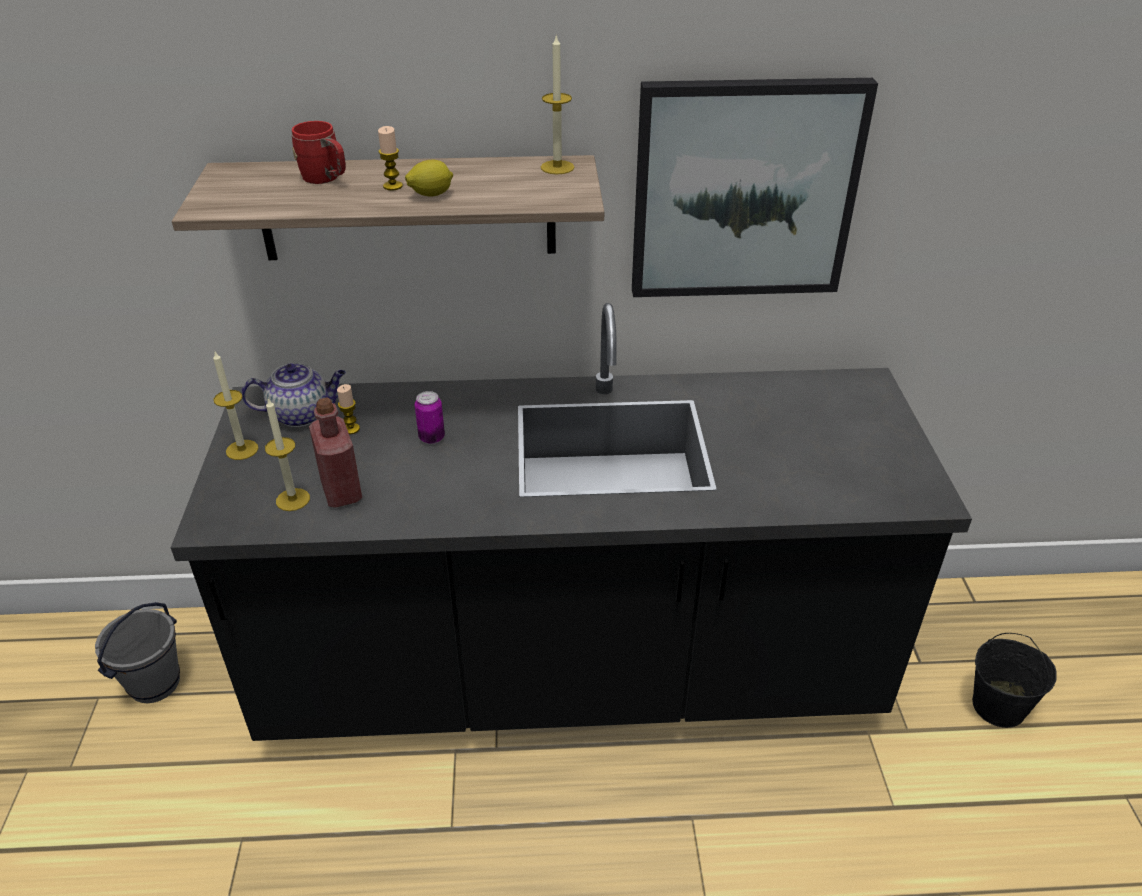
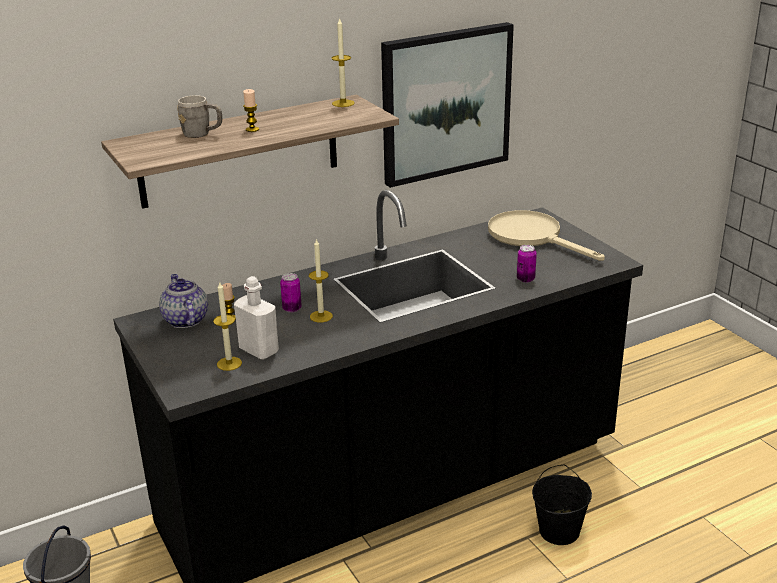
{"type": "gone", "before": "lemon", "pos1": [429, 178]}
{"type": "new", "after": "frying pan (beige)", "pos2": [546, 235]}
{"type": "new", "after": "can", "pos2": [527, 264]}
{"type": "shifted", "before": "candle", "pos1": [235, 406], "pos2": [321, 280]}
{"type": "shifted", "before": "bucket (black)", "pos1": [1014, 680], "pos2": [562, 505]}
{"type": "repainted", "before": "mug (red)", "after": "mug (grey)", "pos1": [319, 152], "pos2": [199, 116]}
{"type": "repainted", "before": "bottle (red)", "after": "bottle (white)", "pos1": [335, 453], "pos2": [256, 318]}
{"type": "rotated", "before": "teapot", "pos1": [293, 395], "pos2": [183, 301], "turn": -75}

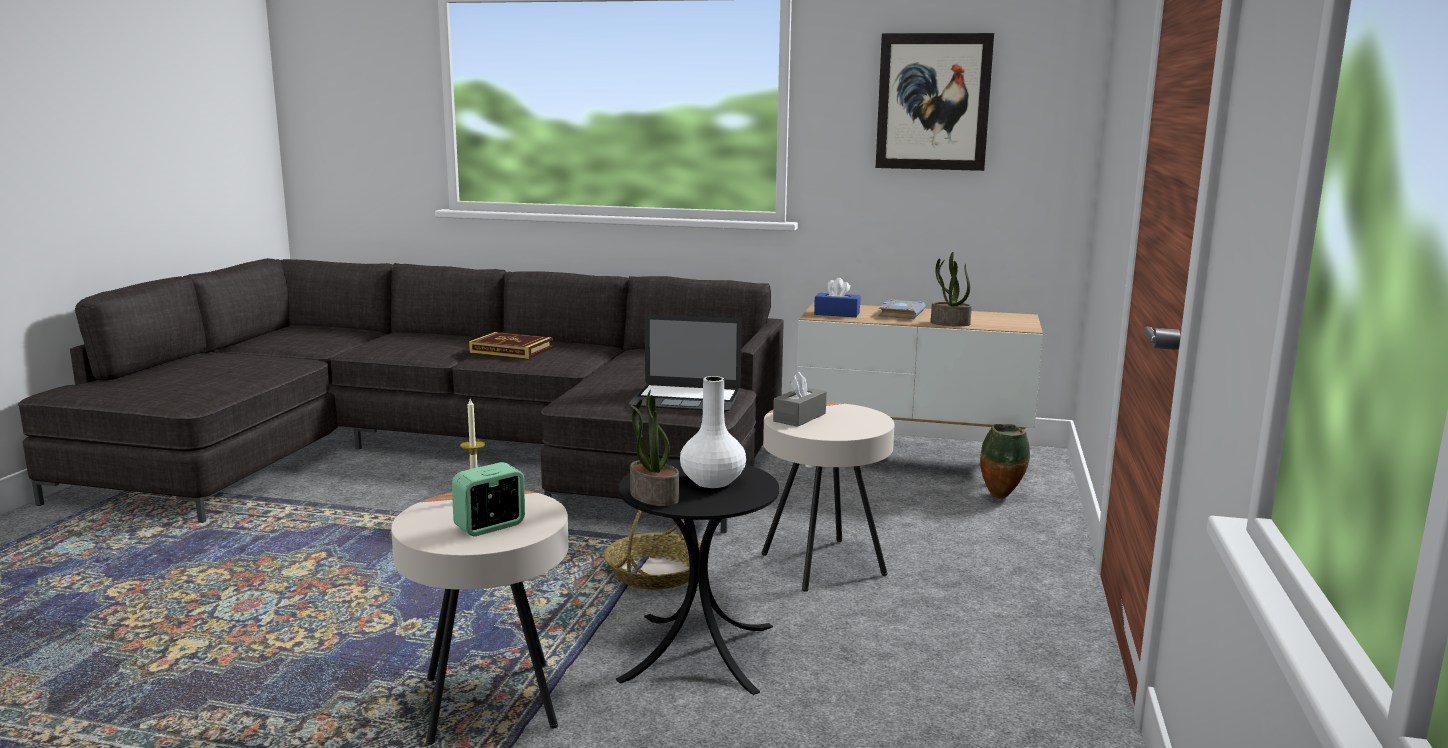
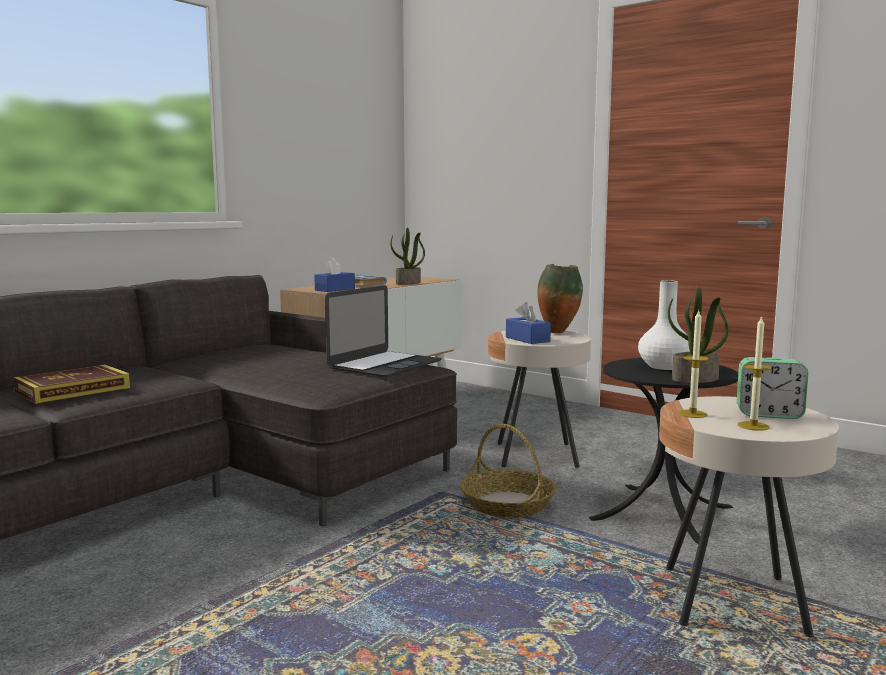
{"type": "gone", "before": "picture", "pos1": [935, 102]}
{"type": "new", "after": "candle", "pos2": [755, 373]}
{"type": "shifted", "before": "vase", "pos1": [1005, 461], "pos2": [560, 298]}
{"type": "repainted", "before": "tissue box (grey)", "after": "tissue box (blue)", "pos1": [800, 399], "pos2": [528, 323]}
{"type": "rotated", "before": "alarm clock", "pos1": [488, 499], "pos2": [772, 388], "turn": -60}

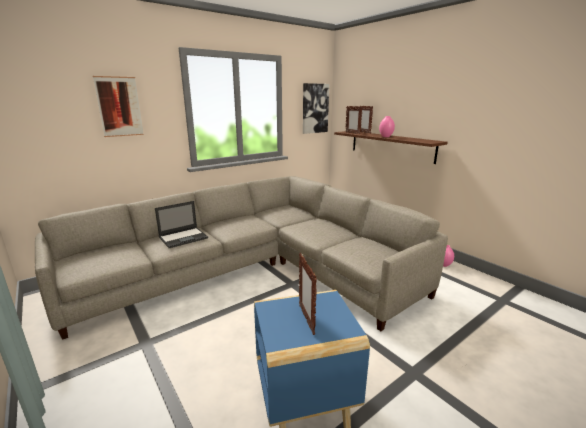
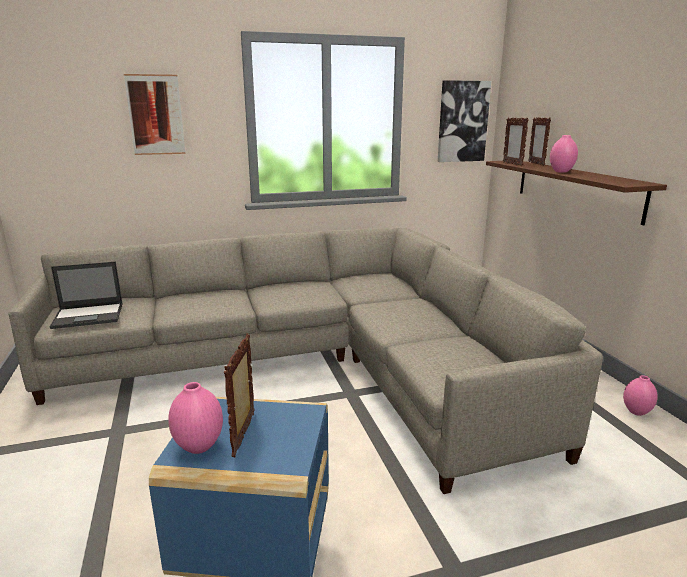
{"type": "new", "after": "vase (pink)", "pos2": [195, 418]}
{"type": "shifted", "before": "laptop", "pos1": [181, 224], "pos2": [86, 295]}

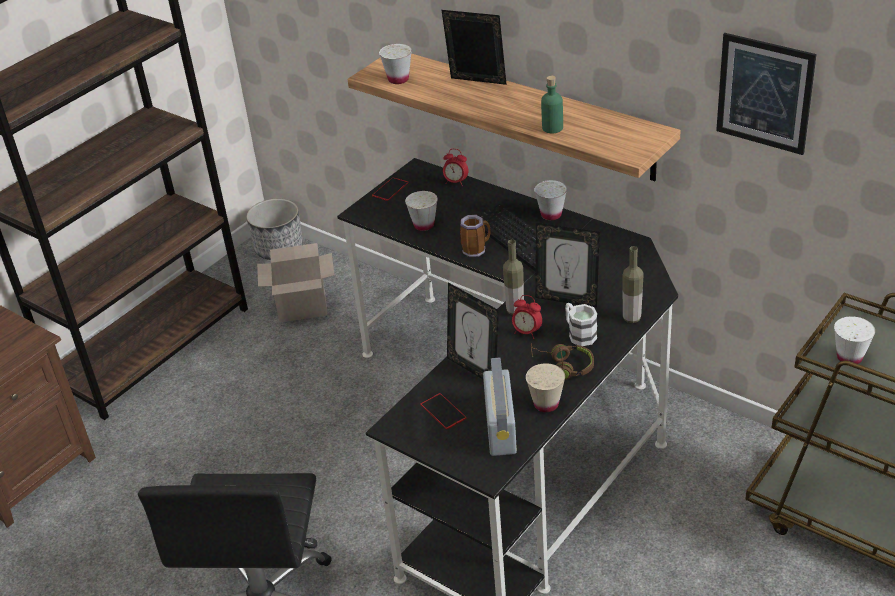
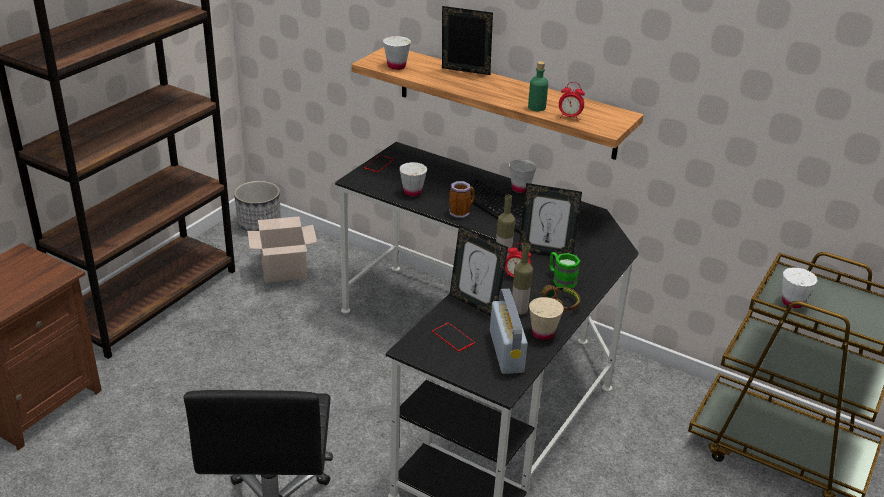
{"type": "gone", "before": "picture", "pos1": [766, 94]}
{"type": "shifted", "before": "alarm clock", "pos1": [455, 167], "pos2": [572, 101]}
{"type": "shifted", "before": "bottle", "pos1": [633, 284], "pos2": [522, 279]}
{"type": "repainted", "before": "mug (white)", "after": "mug (green)", "pos1": [581, 324], "pos2": [565, 270]}

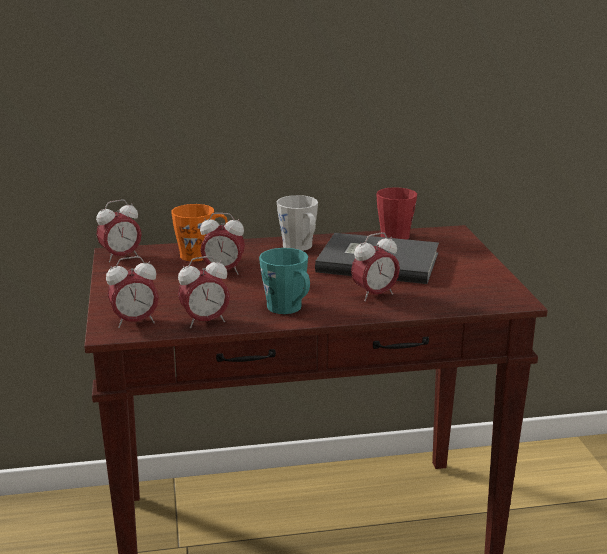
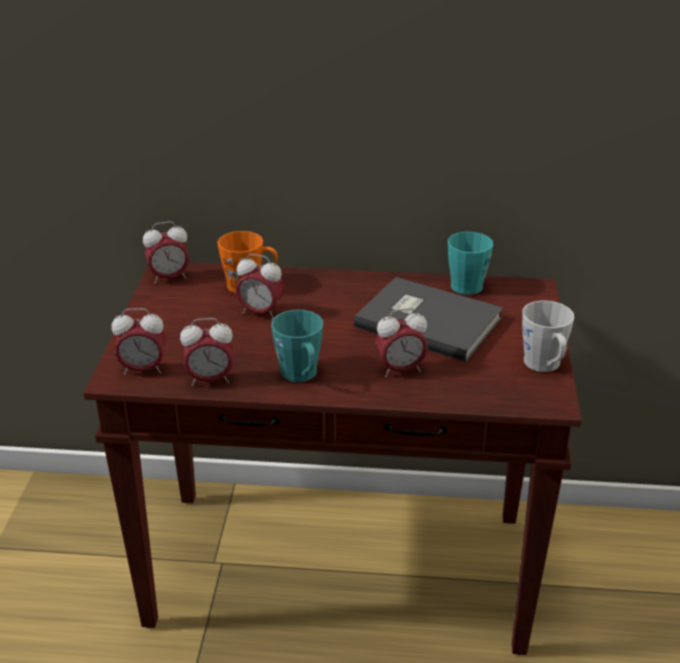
{"type": "shifted", "before": "mug (grey)", "pos1": [297, 223], "pos2": [548, 336]}
{"type": "repainted", "before": "mug (red)", "after": "mug (turquoise)", "pos1": [396, 213], "pos2": [470, 263]}

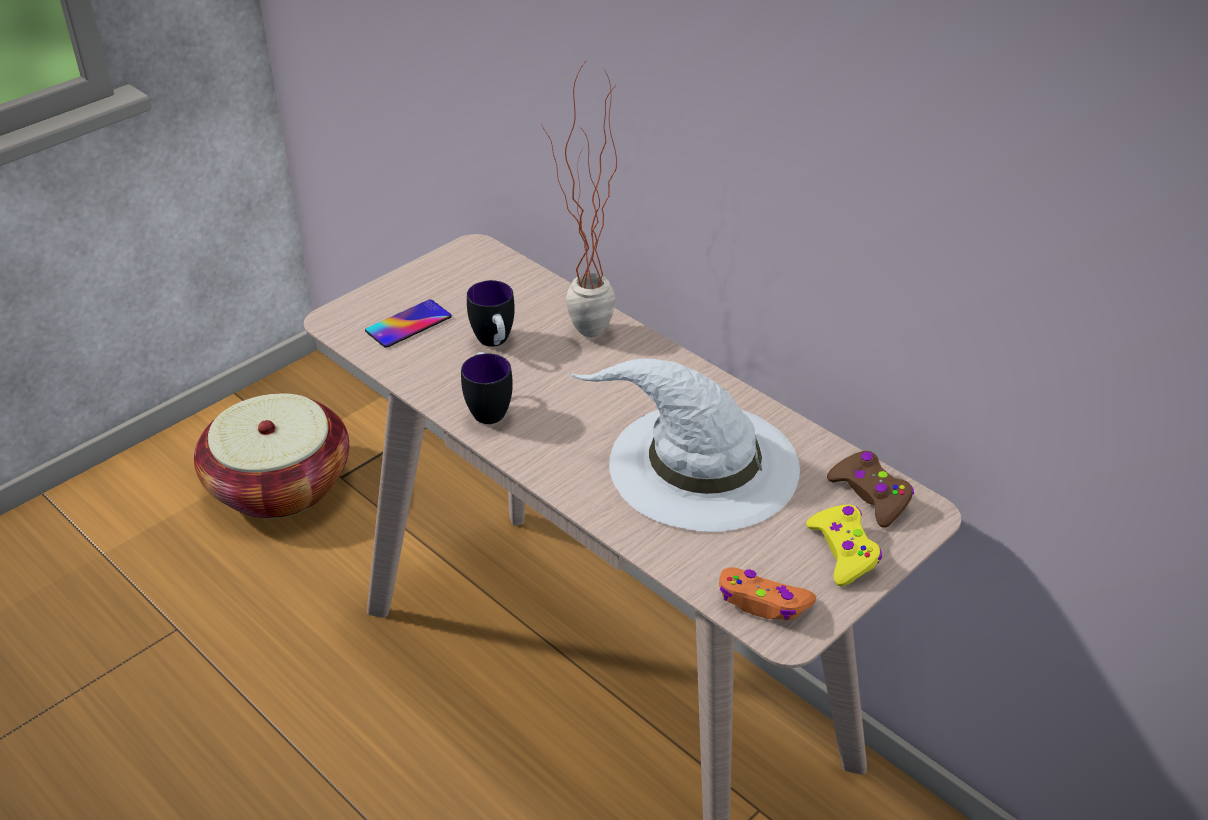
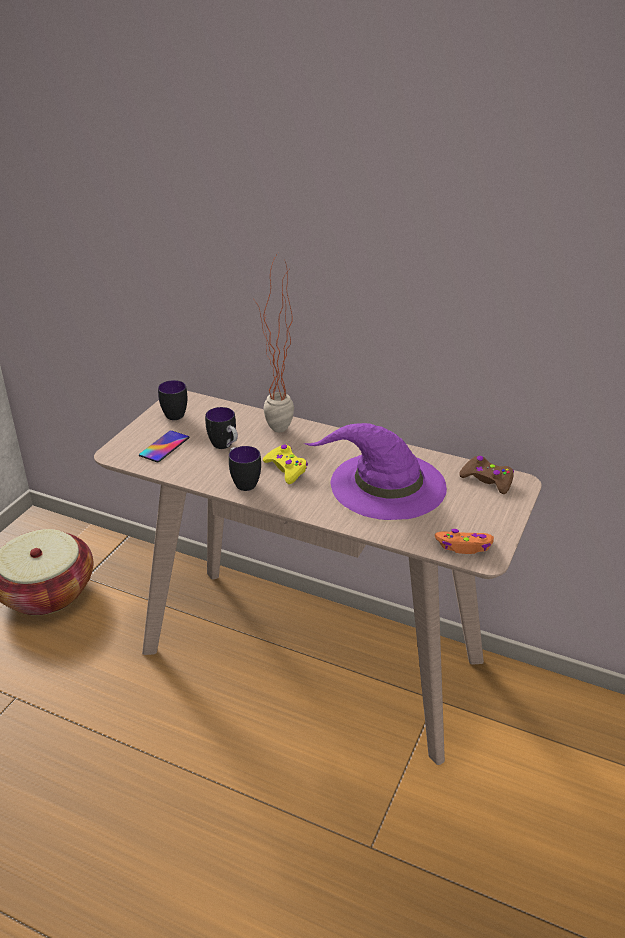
{"type": "new", "after": "mug", "pos2": [172, 400]}
{"type": "shifted", "before": "game controller (yellow)", "pos1": [844, 545], "pos2": [285, 464]}
{"type": "repainted", "before": "hat (white)", "after": "hat (purple)", "pos1": [684, 445], "pos2": [375, 471]}

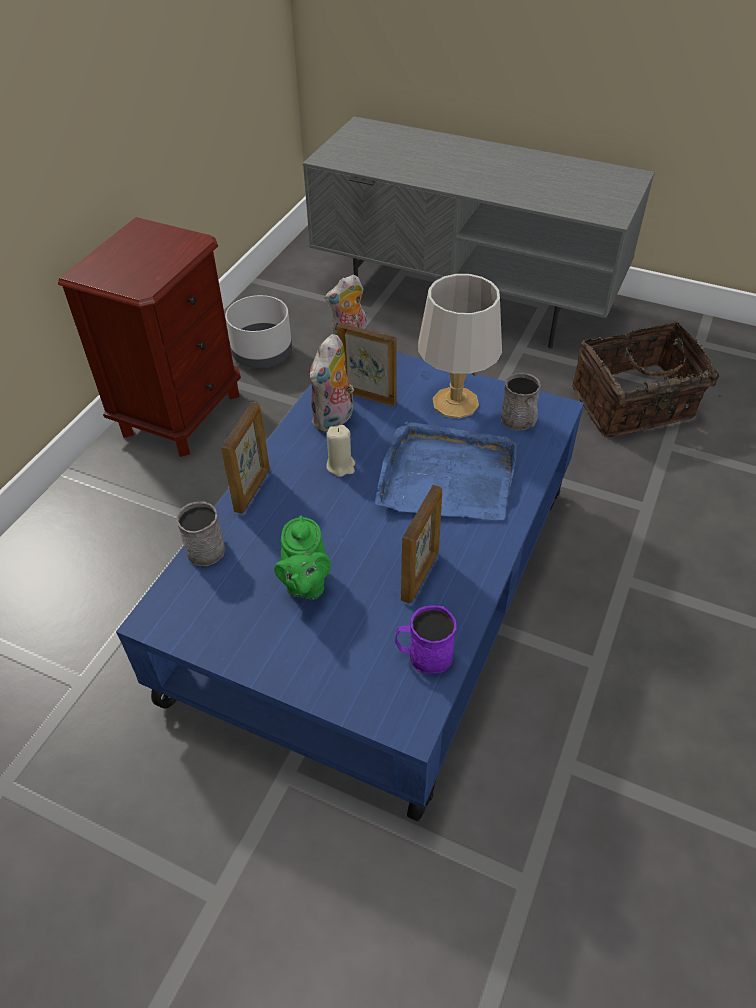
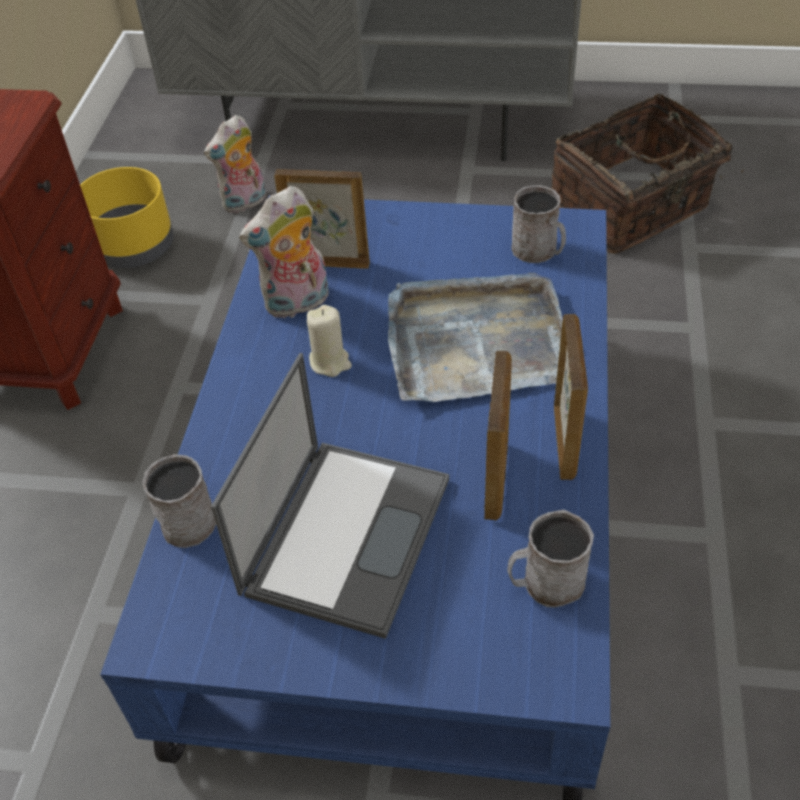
{"type": "gone", "before": "table lamp (grey)", "pos1": [460, 346]}
{"type": "shifted", "before": "picture frame", "pos1": [245, 458], "pos2": [571, 397]}
{"type": "swapped", "before": "teapot (green)", "after": "laptop", "pos1": [302, 557], "pos2": [330, 496]}
{"type": "repainted", "before": "planter (grey)", "after": "planter (yellow)", "pos1": [258, 331], "pos2": [127, 217]}
{"type": "repainted", "before": "tray (blue)", "after": "tray (grey)", "pos1": [446, 470], "pos2": [475, 337]}
{"type": "repainted", "before": "mug (purple)", "after": "mug (grey)", "pos1": [426, 639], "pos2": [550, 558]}
{"type": "rotated", "before": "plush toy", "pos1": [331, 383], "pos2": [284, 253], "turn": 45}

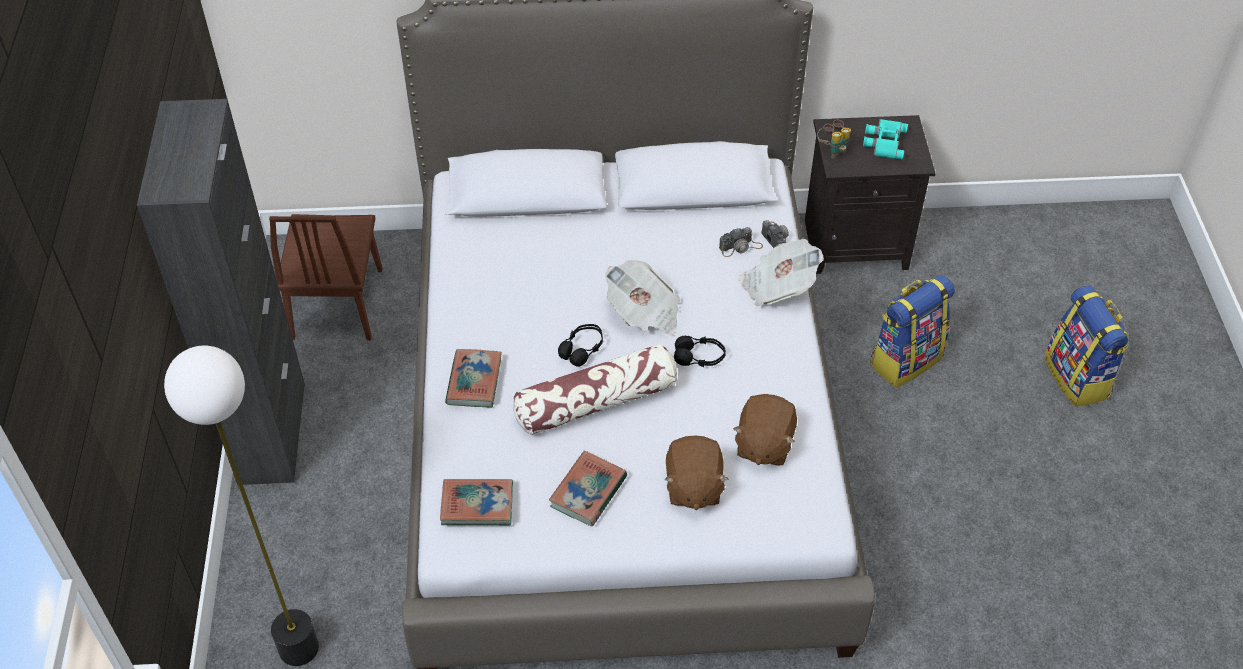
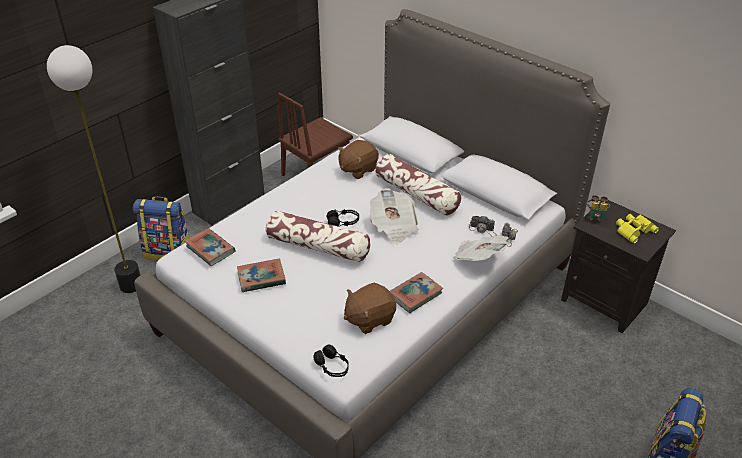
{"type": "new", "after": "pillow", "pos2": [418, 185]}
{"type": "shifted", "before": "book", "pos1": [473, 378], "pos2": [416, 292]}
{"type": "shifted", "before": "plush toy (brown)", "pos1": [696, 472], "pos2": [358, 159]}
{"type": "shifted", "before": "headphones (black)", "pos1": [700, 351], "pos2": [331, 361]}
{"type": "shifted", "before": "backpack", "pos1": [913, 331], "pos2": [161, 229]}
{"type": "repainted", "before": "binoculars (turquoise)", "after": "binoculars (yellow)", "pos1": [885, 139], "pos2": [637, 229]}

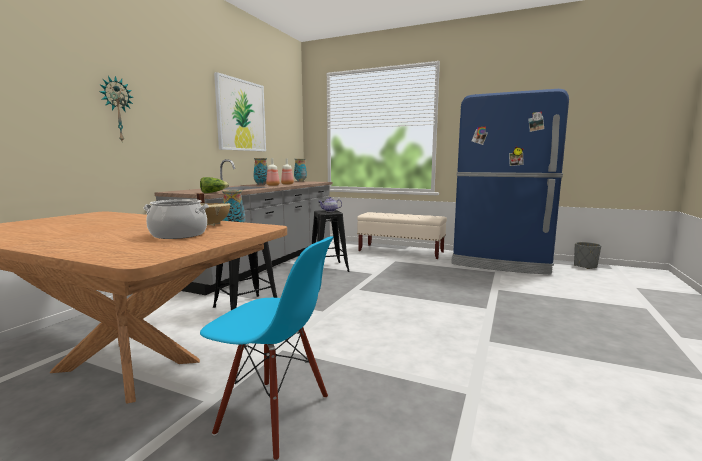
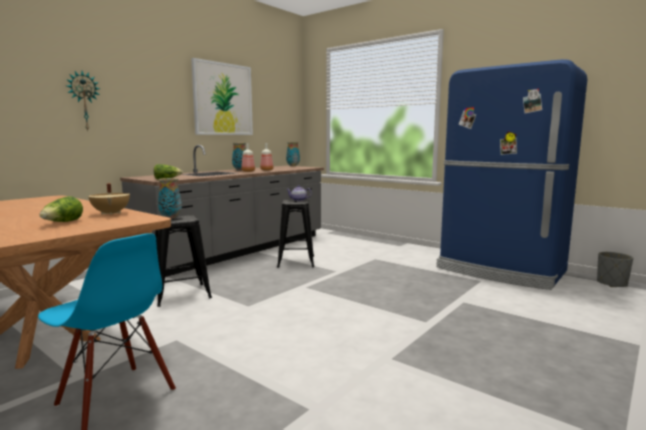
{"type": "gone", "before": "bench (beige)", "pos1": [402, 235]}
{"type": "swapped", "before": "cooking pot", "after": "lettuce", "pos1": [176, 219], "pos2": [61, 209]}

